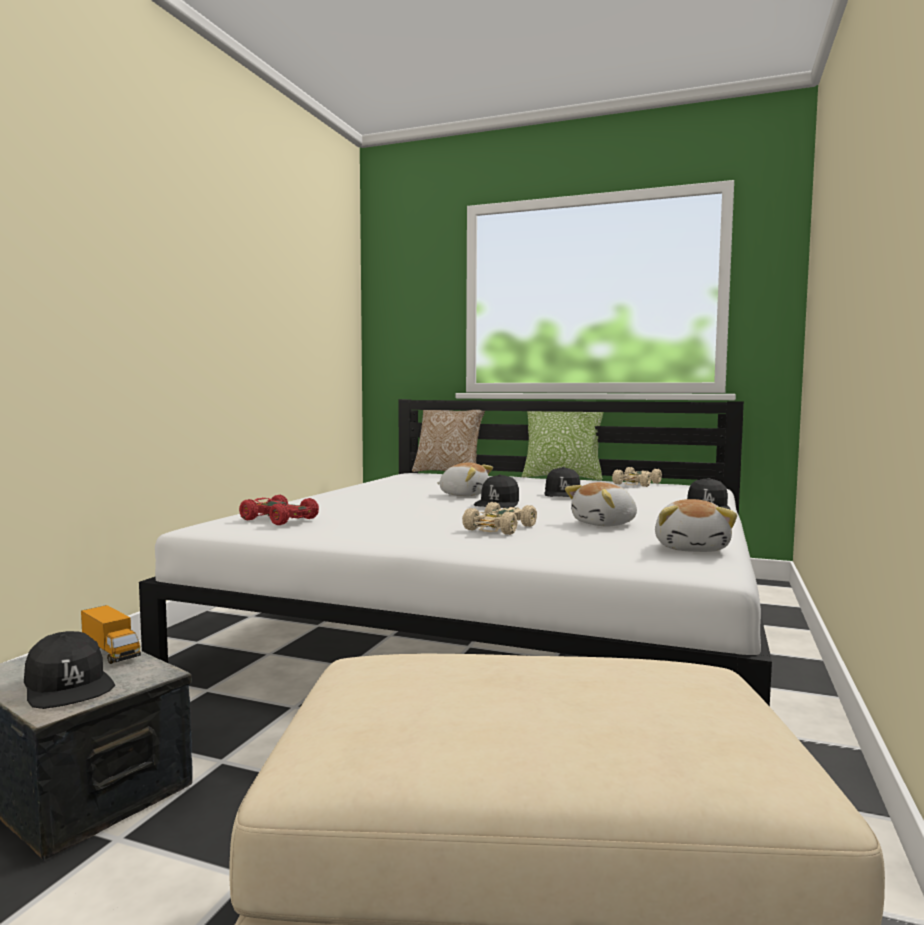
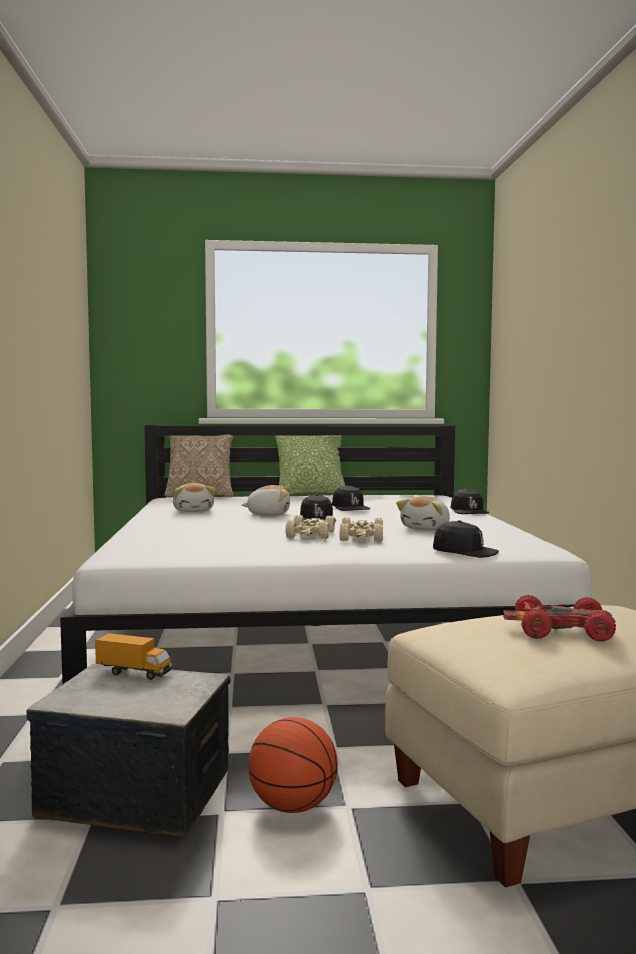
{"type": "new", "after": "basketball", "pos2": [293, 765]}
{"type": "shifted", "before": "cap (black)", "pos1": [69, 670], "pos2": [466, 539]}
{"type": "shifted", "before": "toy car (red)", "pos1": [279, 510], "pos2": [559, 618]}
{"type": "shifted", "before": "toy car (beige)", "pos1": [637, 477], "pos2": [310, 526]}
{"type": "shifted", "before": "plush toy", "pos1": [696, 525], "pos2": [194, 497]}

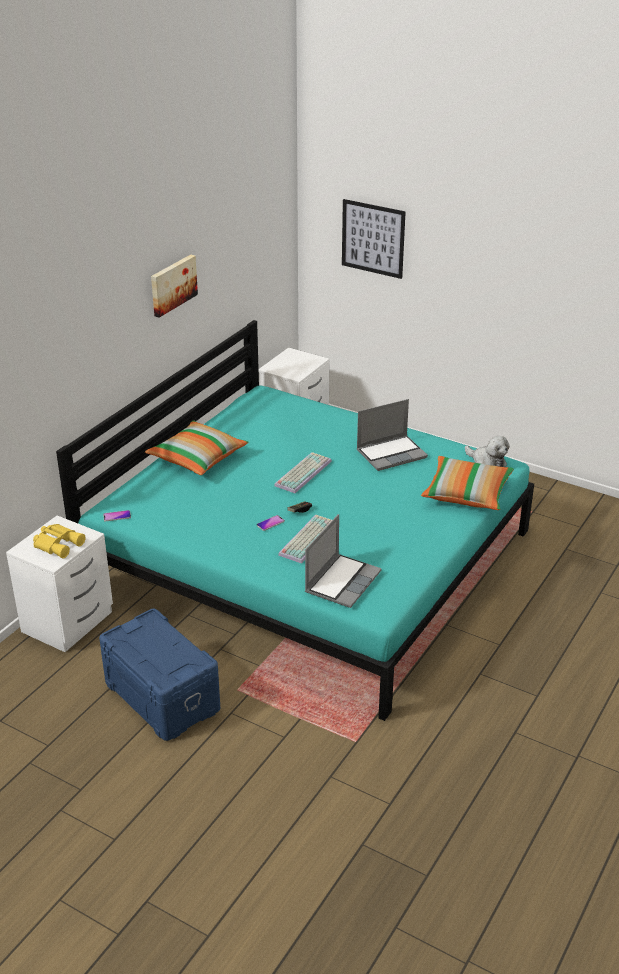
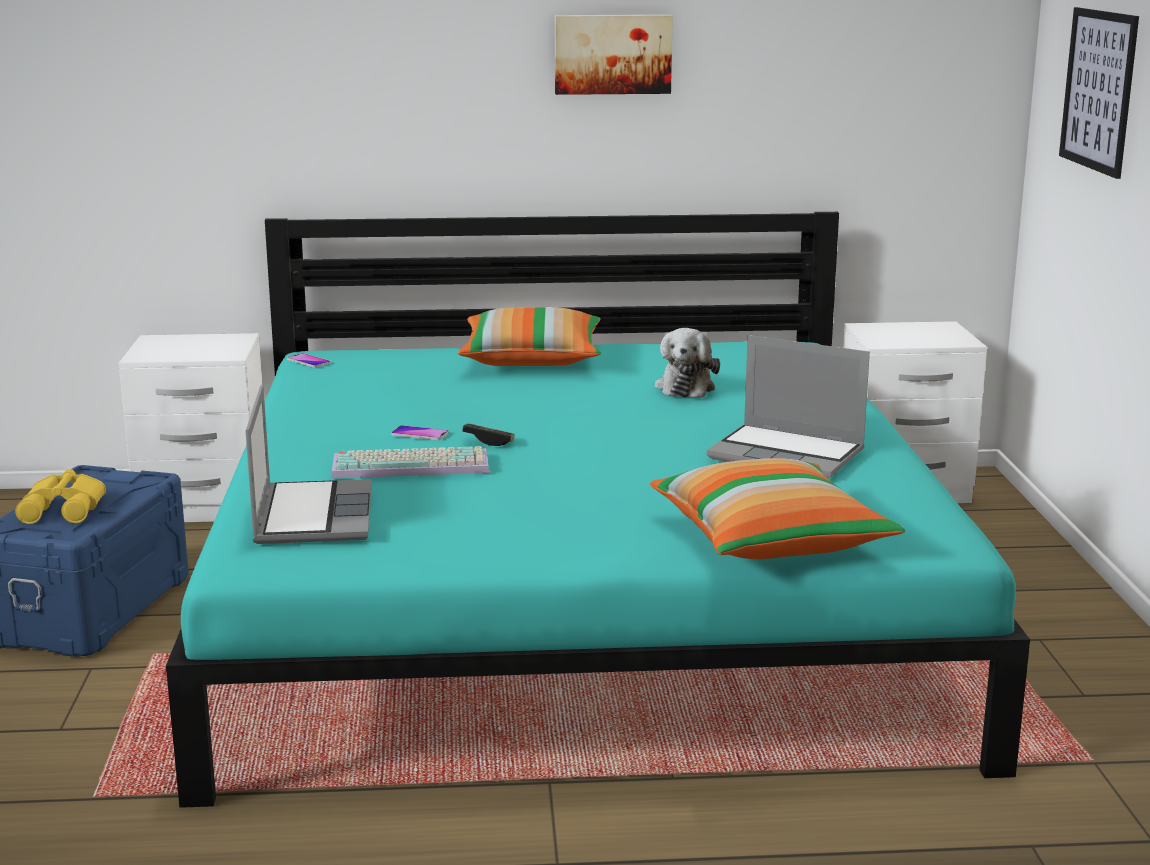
{"type": "gone", "before": "keyboard", "pos1": [303, 472]}
{"type": "shifted", "before": "binoculars (yellow)", "pos1": [59, 541], "pos2": [60, 496]}
{"type": "shifted", "before": "plush toy", "pos1": [487, 451], "pos2": [687, 363]}
{"type": "rotated", "before": "laptop", "pos1": [343, 561], "pos2": [308, 464], "turn": -90}

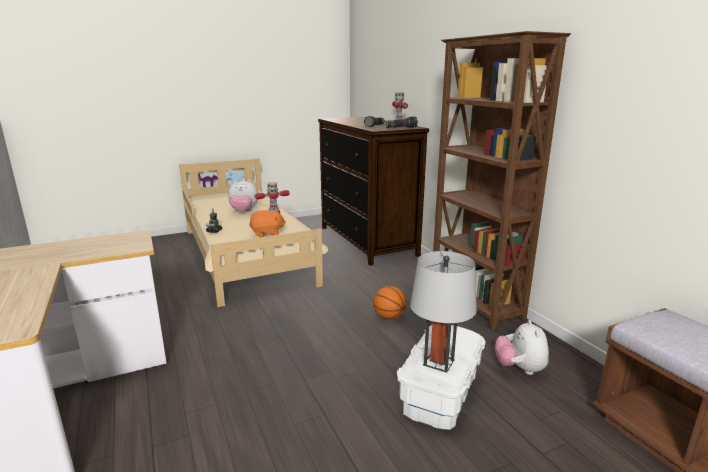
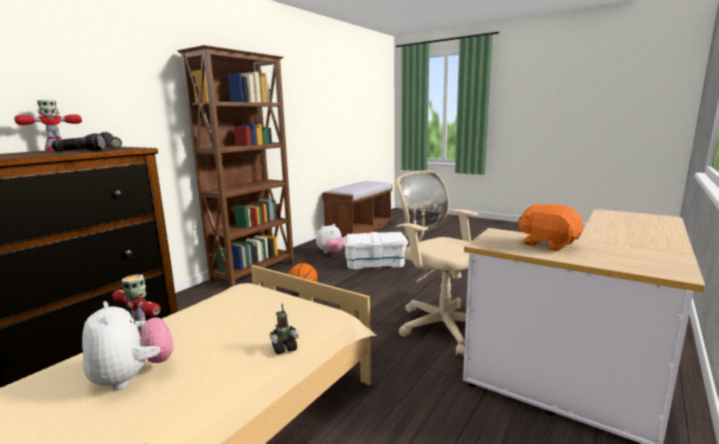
{"type": "gone", "before": "table lamp (grey)", "pos1": [443, 312]}
{"type": "new", "after": "office chair (beige)", "pos2": [436, 263]}
{"type": "shifted", "before": "plush toy (orange)", "pos1": [267, 223], "pos2": [550, 227]}

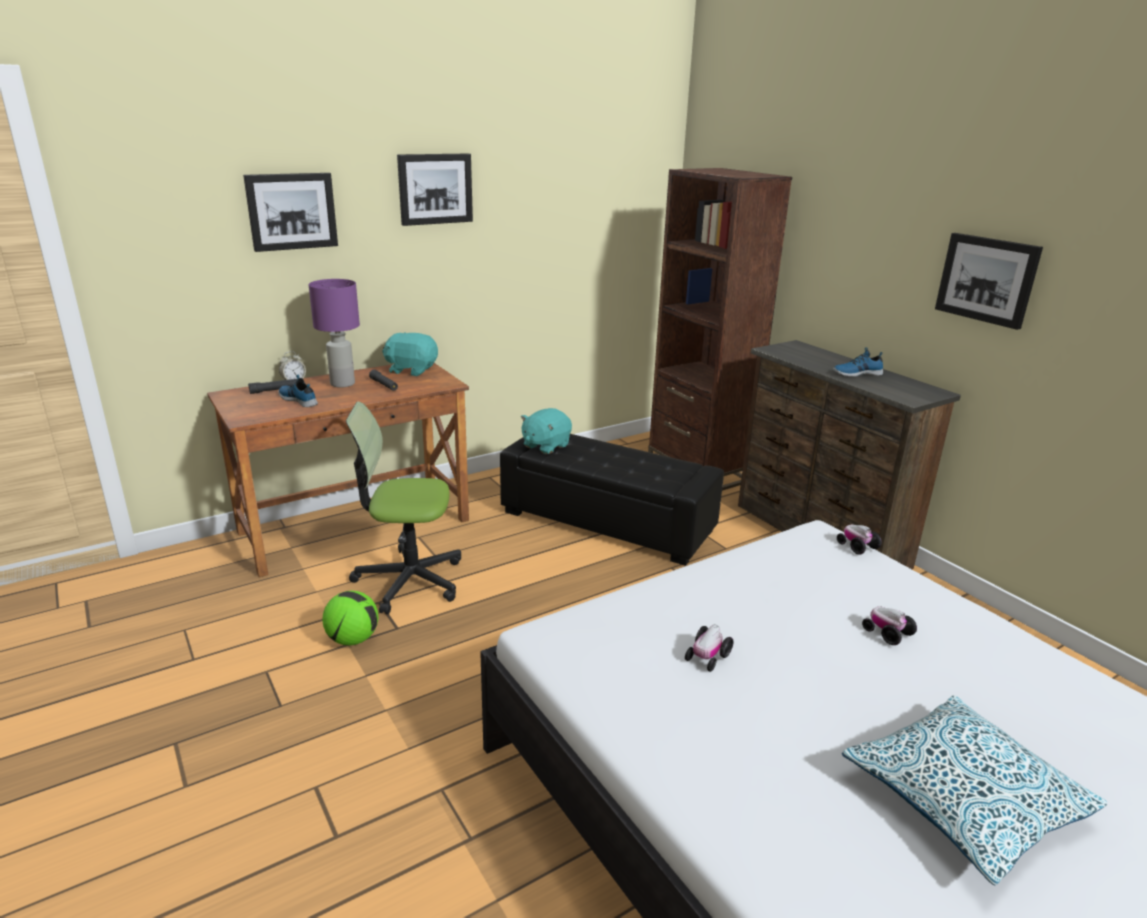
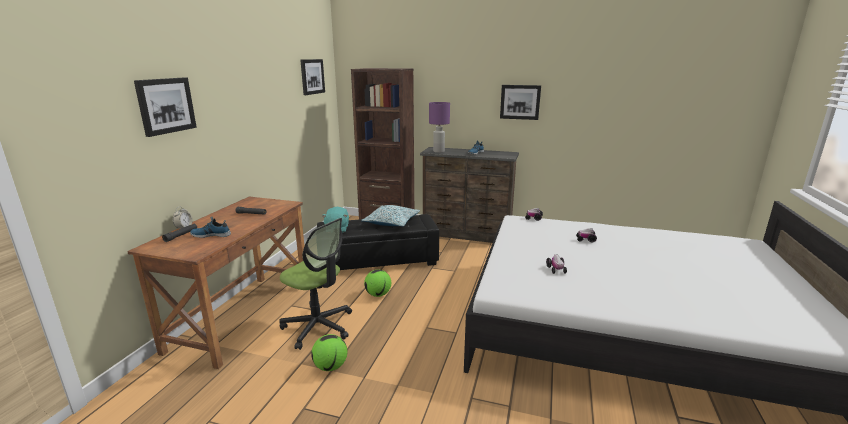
{"type": "gone", "before": "plush toy (turquoise)", "pos1": [410, 354]}
{"type": "new", "after": "football", "pos2": [377, 283]}
{"type": "shifted", "before": "table lamp (purple)", "pos1": [334, 333], "pos2": [439, 127]}
{"type": "shifted", "before": "picture", "pos1": [435, 190], "pos2": [312, 77]}
{"type": "shifted", "before": "pillow", "pos1": [974, 790], "pos2": [390, 215]}
{"type": "rotated", "before": "office chair", "pos1": [403, 508], "pos2": [315, 284], "turn": -105}

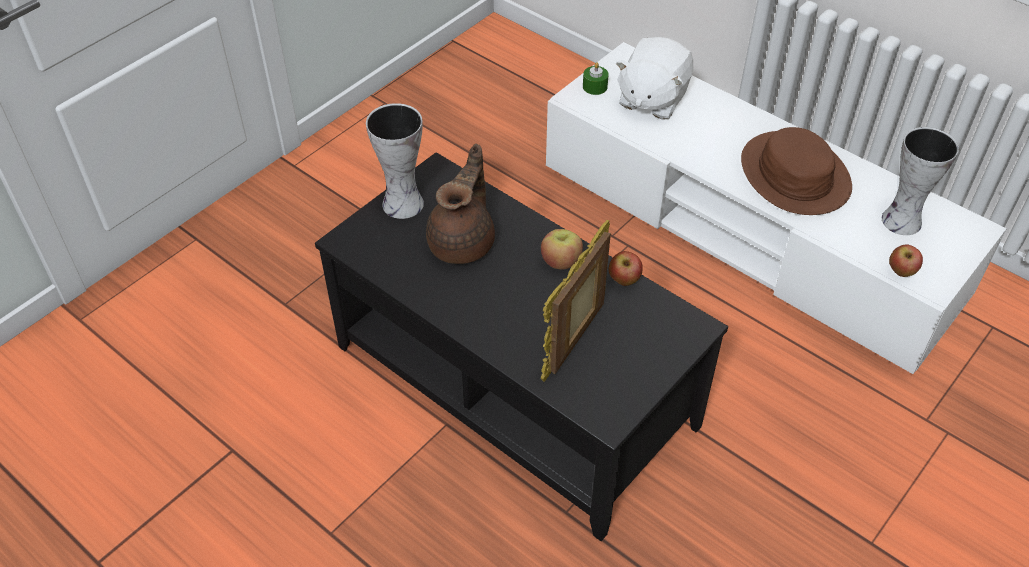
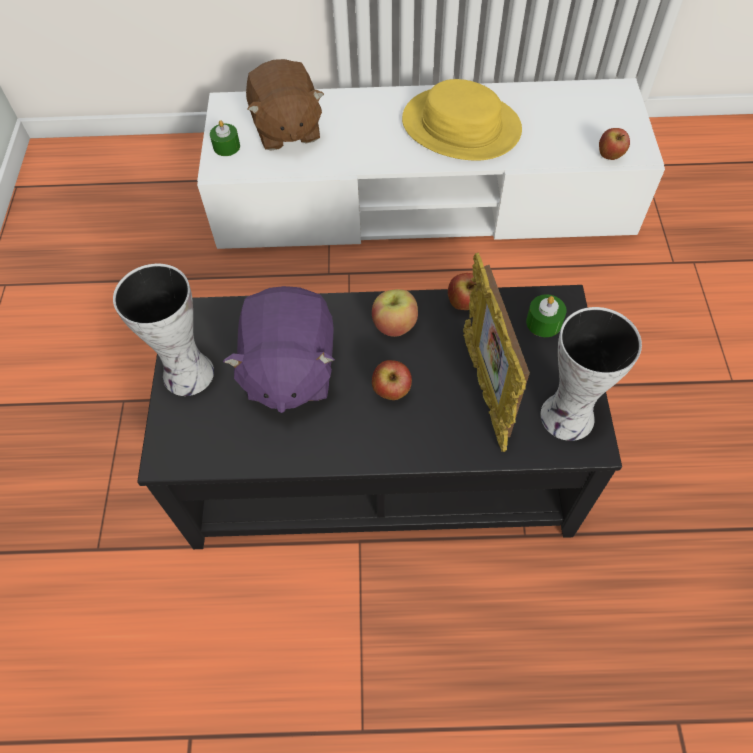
{"type": "new", "after": "apple", "pos2": [392, 380]}
{"type": "new", "after": "candle (green)", "pos2": [546, 315]}
{"type": "shifted", "before": "vase", "pos1": [920, 181], "pos2": [591, 374]}
{"type": "swapped", "before": "teapot (brown)", "after": "plush toy (purple)", "pos1": [460, 203], "pos2": [279, 349]}
{"type": "repainted", "before": "plush toy (white)", "after": "plush toy (brown)", "pos1": [654, 78], "pos2": [285, 104]}
{"type": "repainted", "before": "hat (brown)", "after": "hat (yellow)", "pos1": [796, 171], "pos2": [462, 120]}

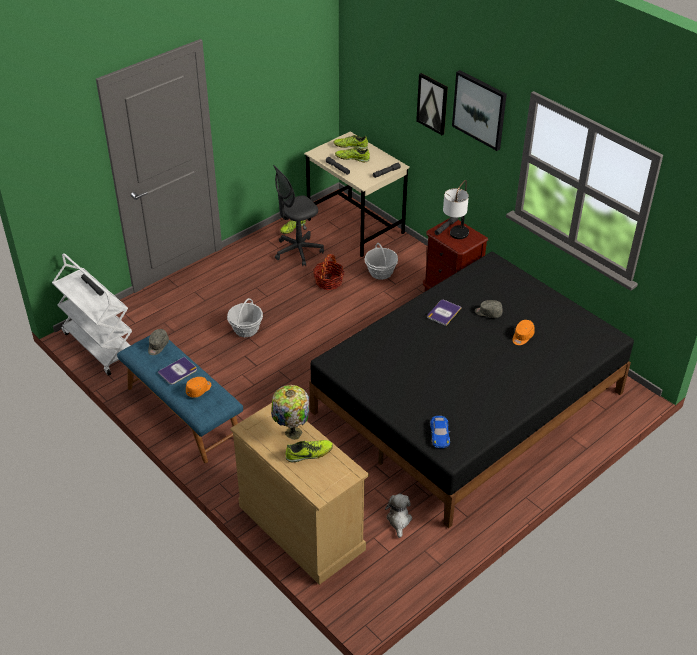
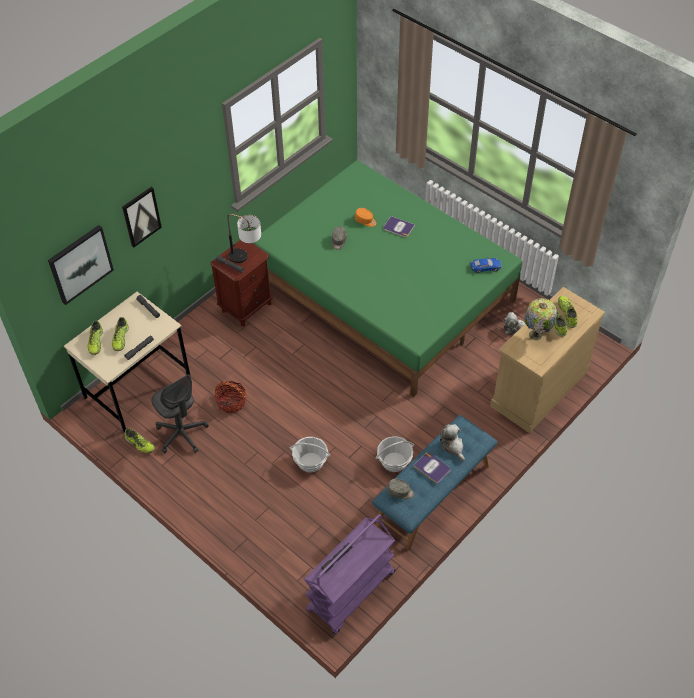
{"type": "new", "after": "shoe", "pos2": [567, 312]}
{"type": "shifted", "before": "basket", "pos1": [381, 261], "pos2": [395, 454]}
{"type": "shifted", "before": "book", "pos1": [444, 313], "pos2": [399, 227]}
{"type": "shifted", "before": "picture", "pos1": [479, 110], "pos2": [81, 265]}
{"type": "swapped", "before": "cap (orange)", "after": "plush toy", "pos1": [198, 387], "pos2": [452, 442]}
{"type": "repainted", "before": "cart (white)", "after": "cart (purple)", "pos1": [92, 314], "pos2": [349, 574]}
{"type": "repainted", "before": "bed (black)", "after": "bed (green)", "pos1": [471, 390], "pos2": [387, 278]}

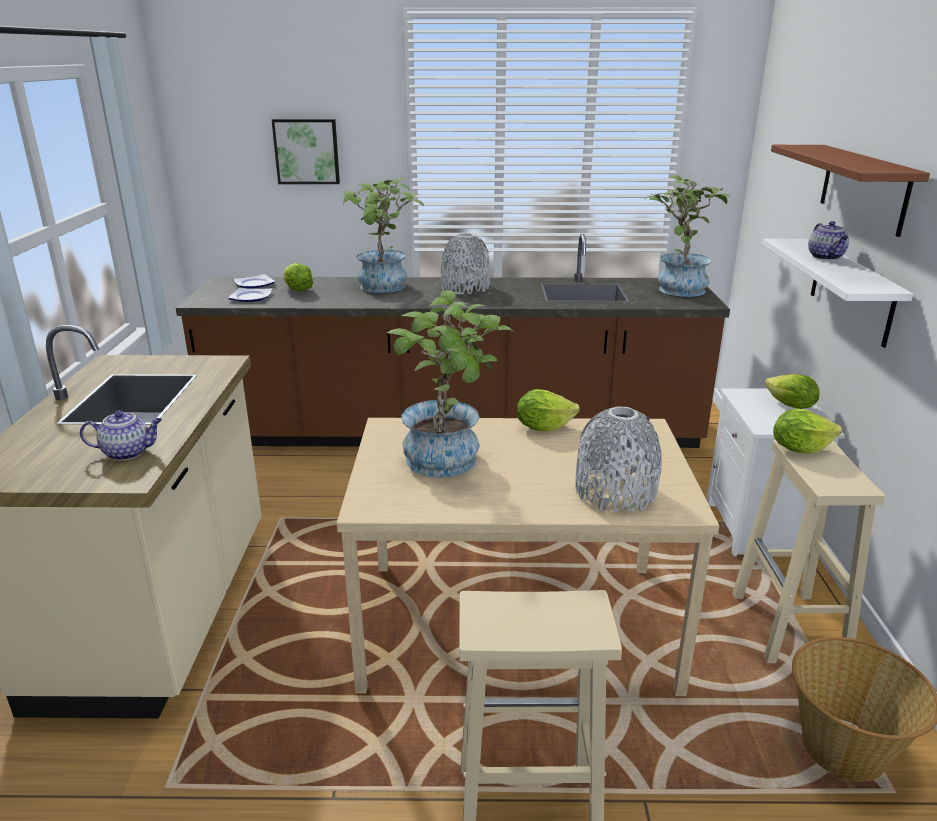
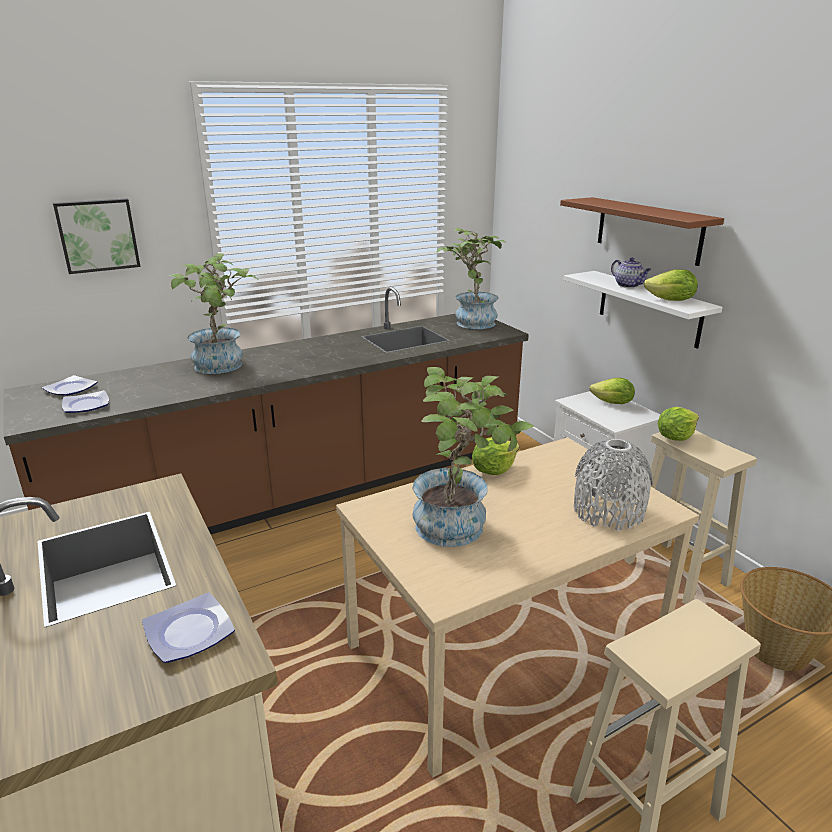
{"type": "gone", "before": "vase (grey)", "pos1": [466, 263]}
{"type": "shifted", "before": "lettuce", "pos1": [298, 277], "pos2": [671, 285]}
{"type": "swapped", "before": "teapot", "after": "plate", "pos1": [121, 436], "pos2": [188, 627]}

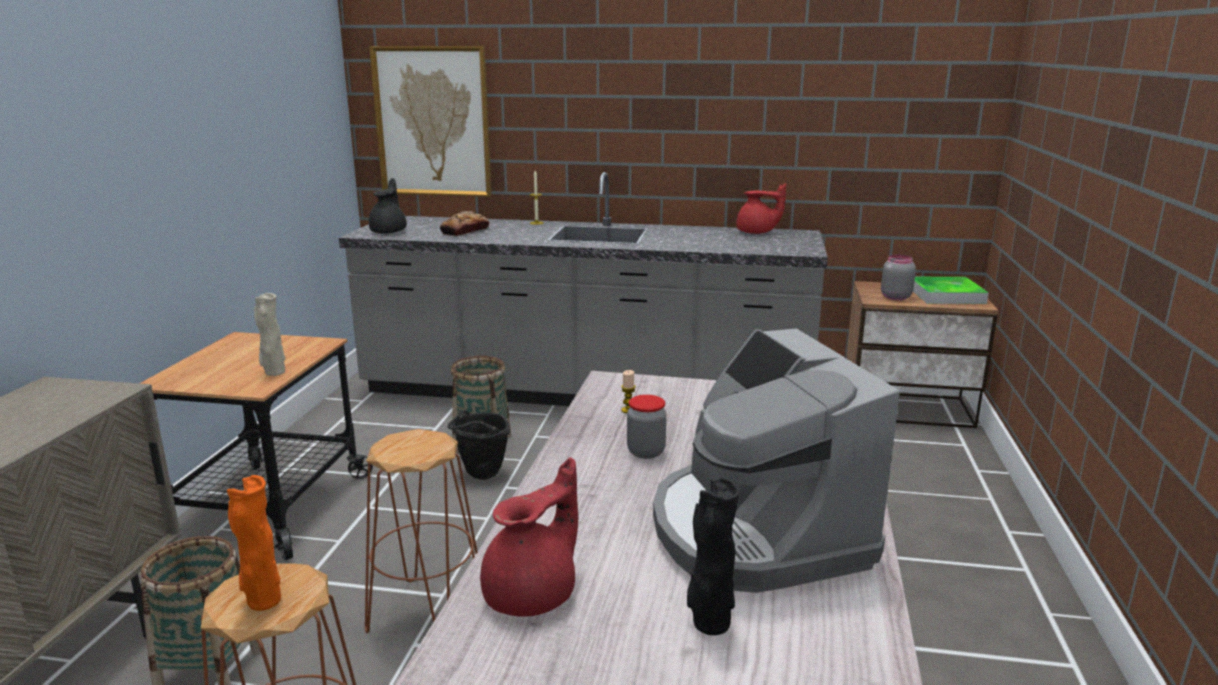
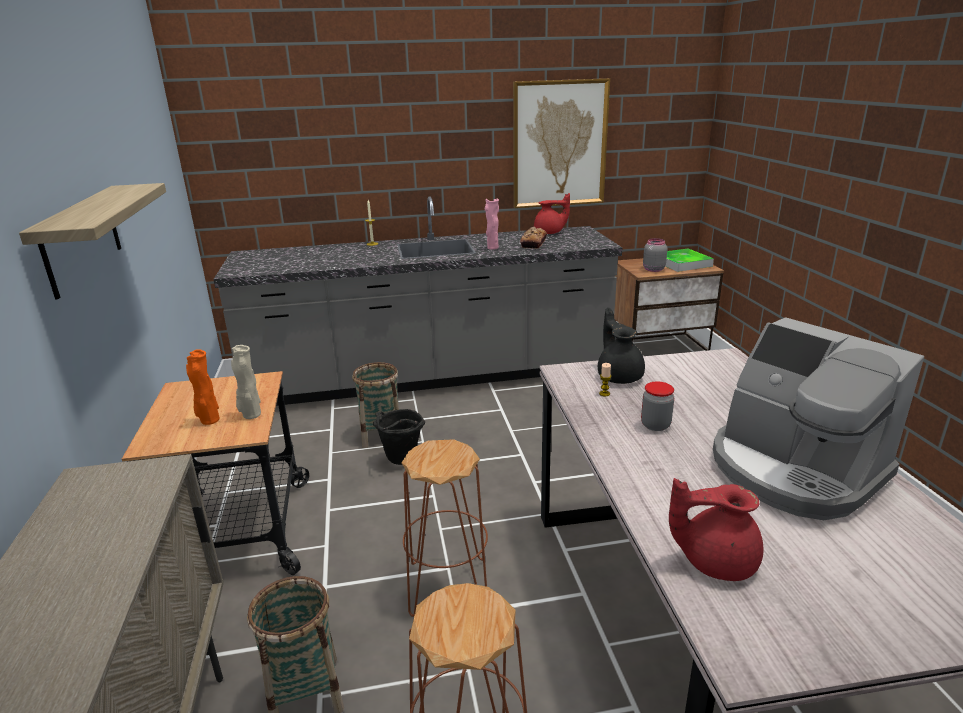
{"type": "gone", "before": "vase (black)", "pos1": [714, 556]}
{"type": "new", "after": "shelf", "pos2": [92, 241]}
{"type": "new", "after": "vase (pink)", "pos2": [492, 224]}
{"type": "shifted", "before": "vase (orange)", "pos1": [254, 543], "pos2": [203, 387]}
{"type": "shifted", "before": "picture", "pos1": [430, 121], "pos2": [561, 143]}
{"type": "shifted", "before": "teapot (black)", "pos1": [388, 206], "pos2": [621, 346]}
{"type": "shifted", "before": "bread", "pos1": [464, 223], "pos2": [533, 237]}
{"type": "rotated", "before": "teapot (red)", "pos1": [529, 537], "pos2": [716, 529], "turn": -105}

